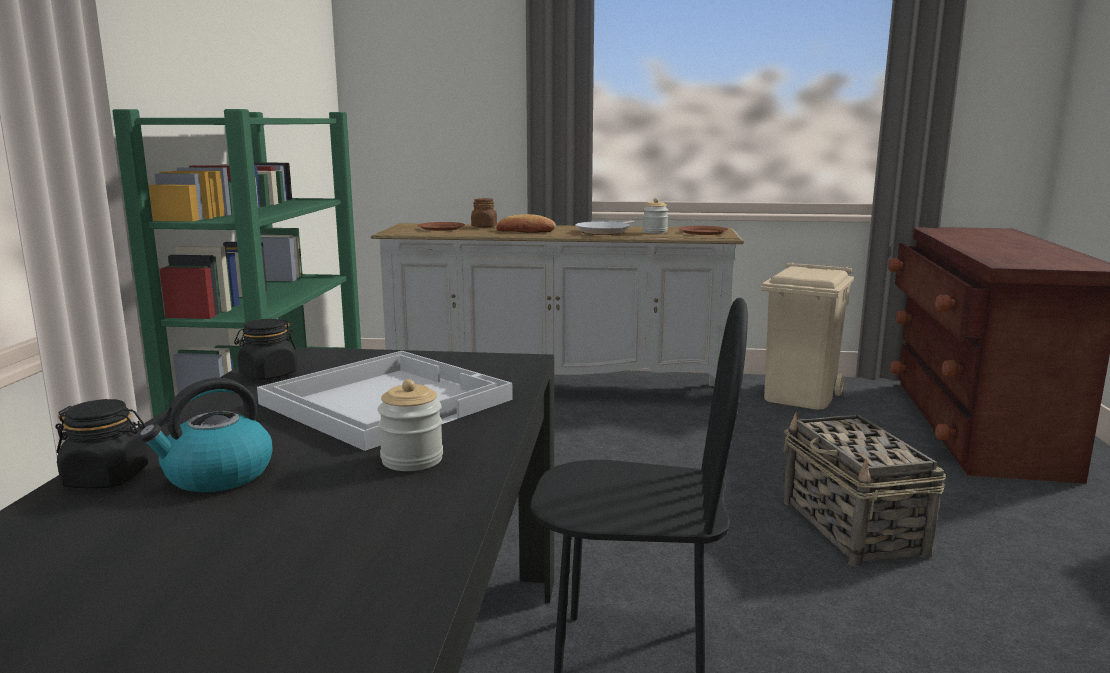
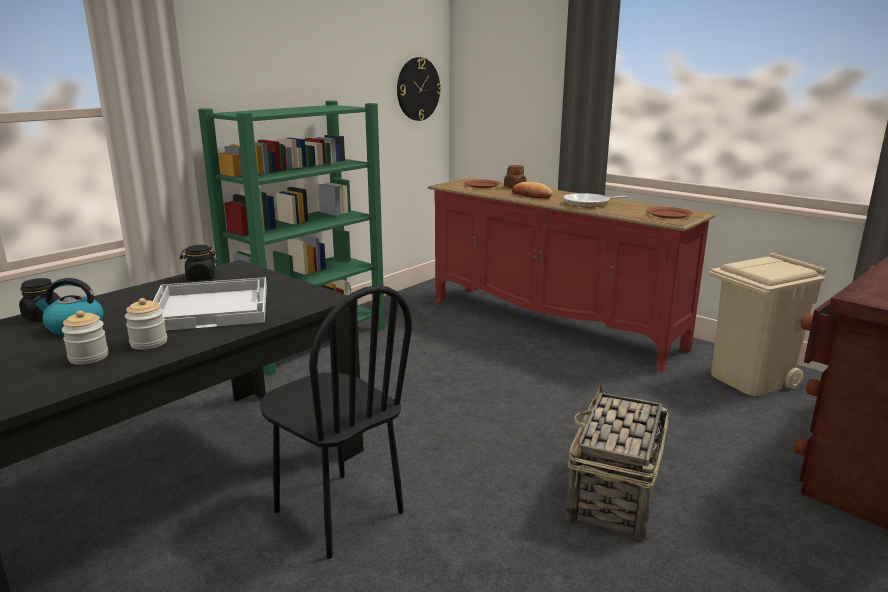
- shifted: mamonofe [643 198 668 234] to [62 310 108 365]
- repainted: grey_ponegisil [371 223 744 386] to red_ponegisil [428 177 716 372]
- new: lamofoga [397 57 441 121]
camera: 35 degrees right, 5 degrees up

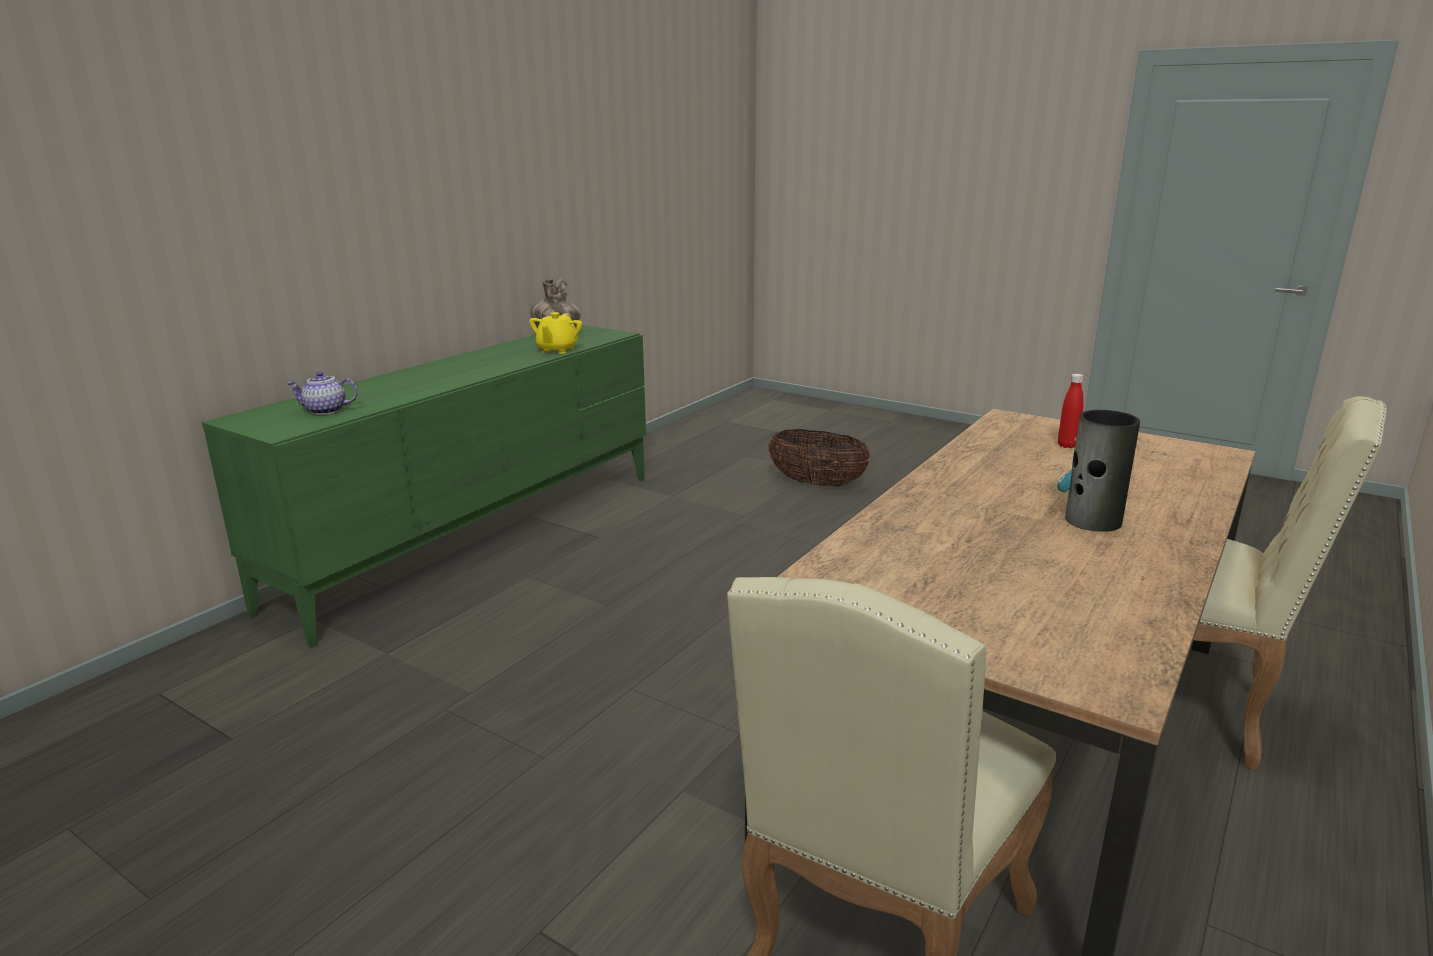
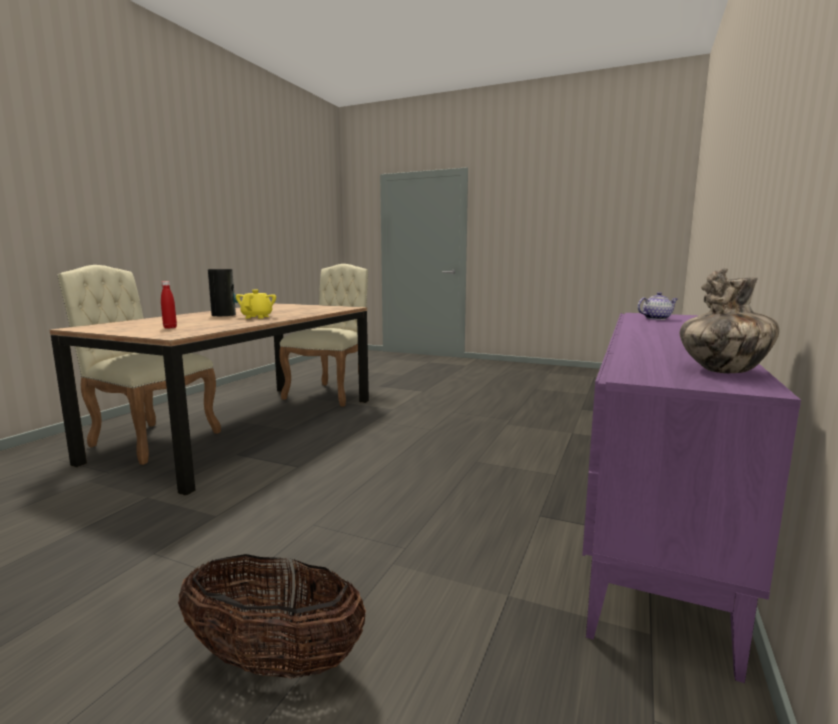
- shifted: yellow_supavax [529 312 582 354] to [236 290 276 319]
- repainted: green_ponegisil [202 325 646 648] to purple_ponegisil [582 313 801 683]
camera: 170 degrees right, 10 degrees down

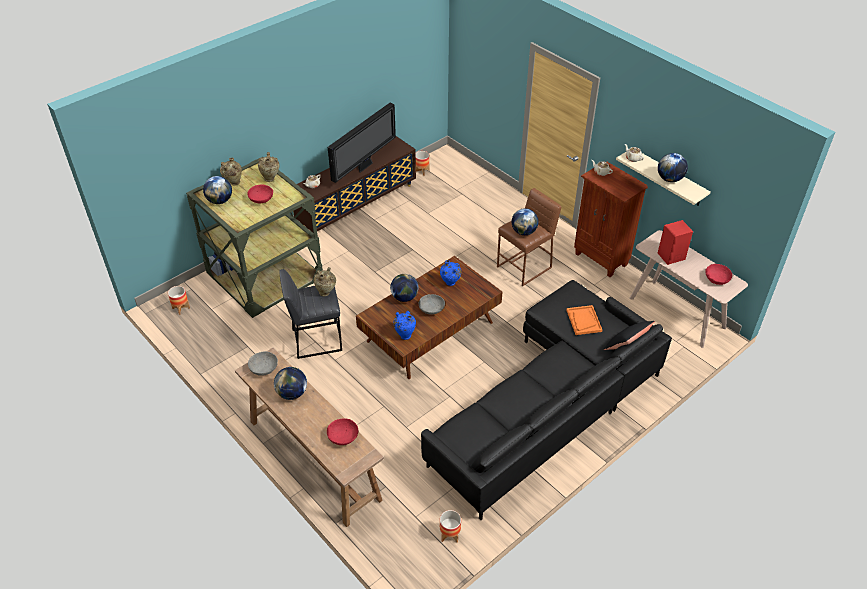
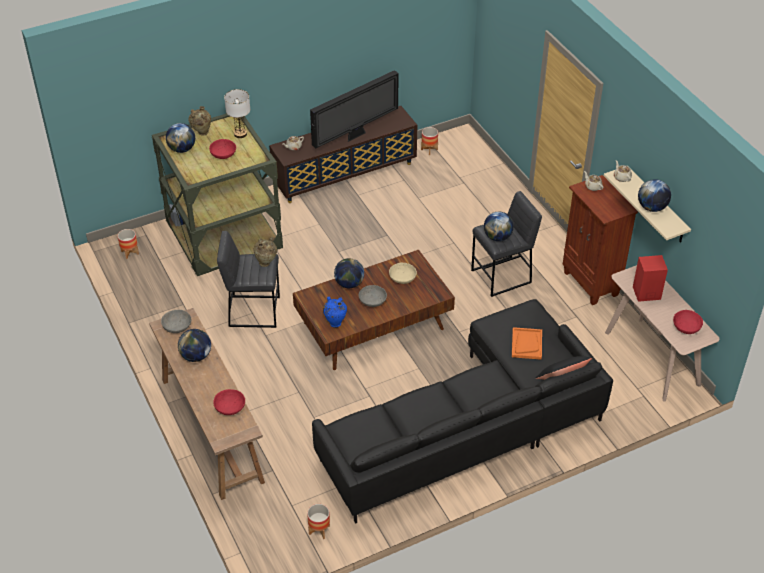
- swapped: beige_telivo [258 152 279 182] to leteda [224 89 250 138]
- repainted: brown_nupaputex [497 188 561 286] to grey_nupaputex [471 191 542 297]
- swapped: blue_telivo [440 260 461 286] to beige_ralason [389 263 417 284]
camera: 15 degrees right, 0 degrees up

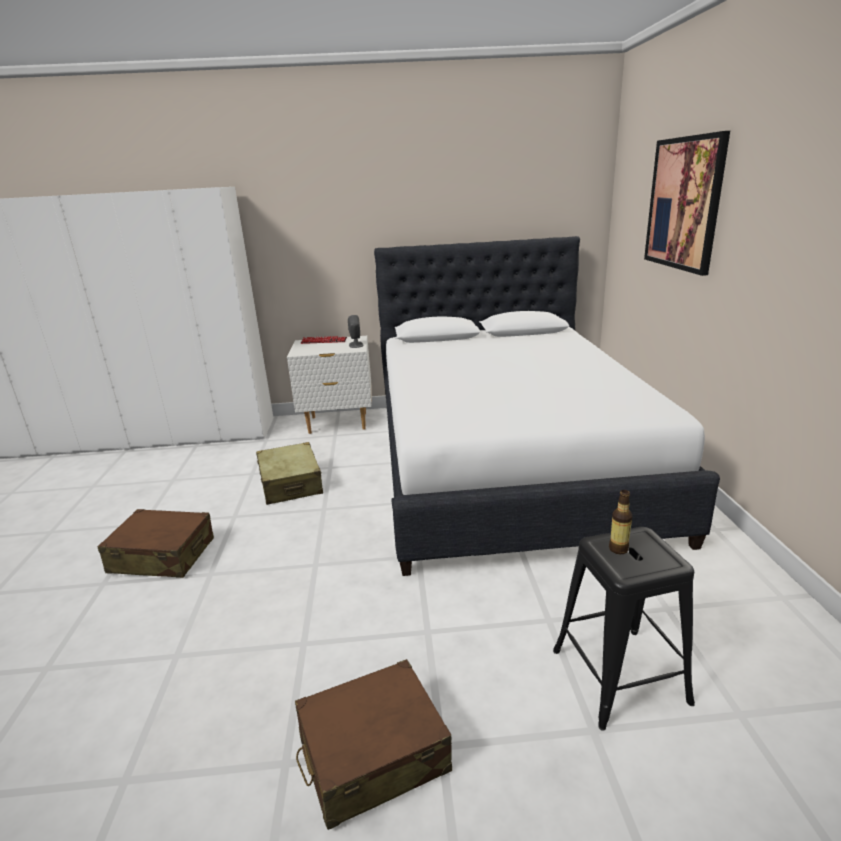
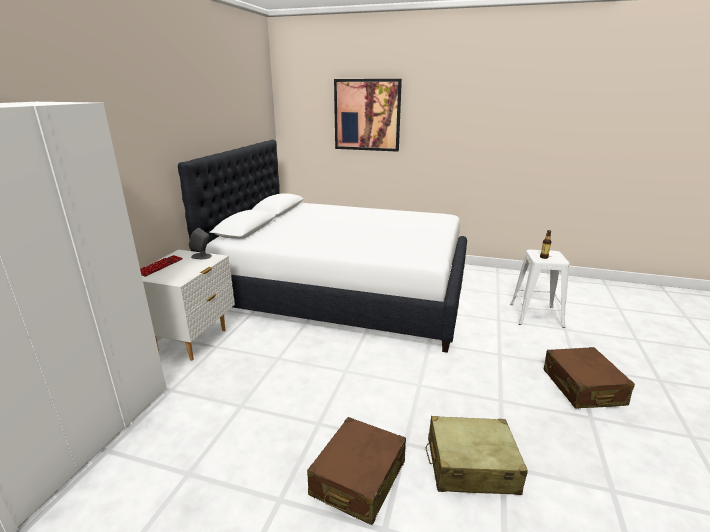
- shifted: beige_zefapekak [256 442 323 505] to [426 416 528 495]
- repainted: black_nupaputex [553 527 695 731] to white_nupaputex [510 250 570 328]
camera: 70 degrees left, 0 degrees up

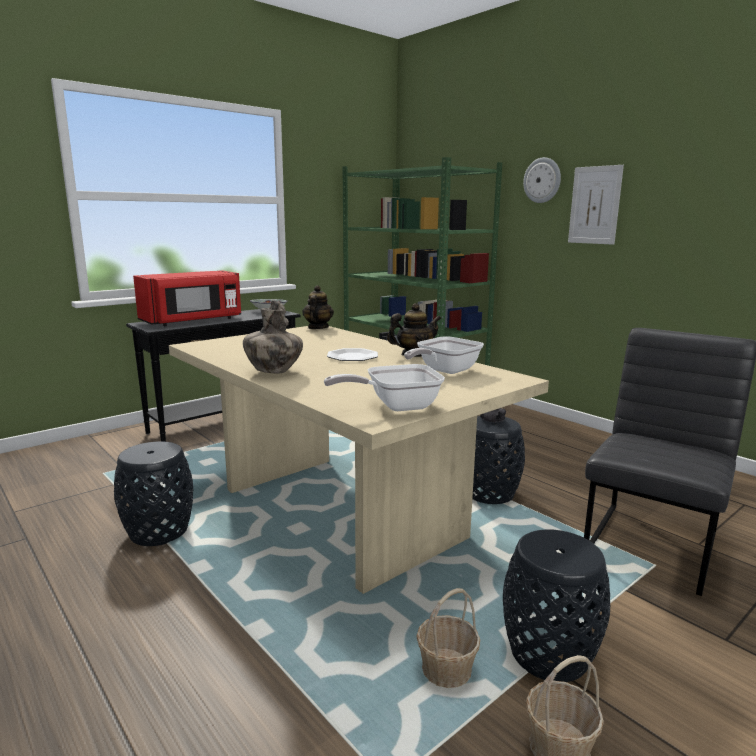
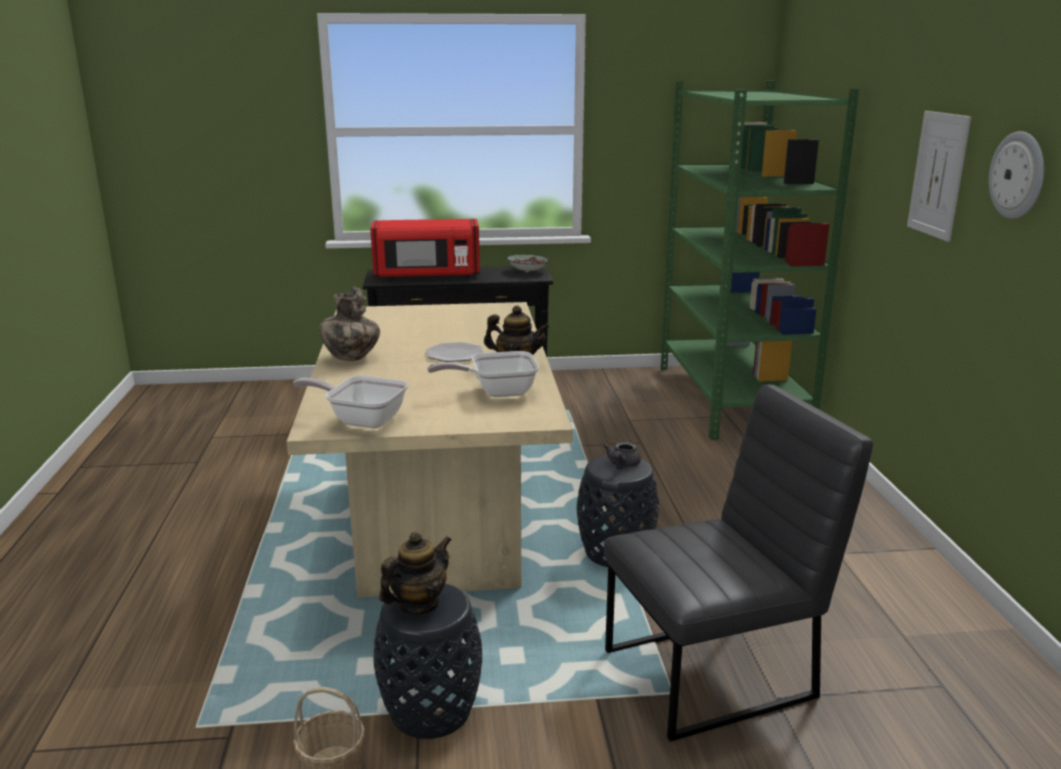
- shifted: lamofoga [523 157 561 203] to [989 131 1044 219]
- shifted: supavax [302 285 334 329] to [379 532 451 615]
- gone: black_nupaputex [114 441 193 546]
- gone: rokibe [416 588 480 688]
camera: 35 degrees right, 5 degrees up

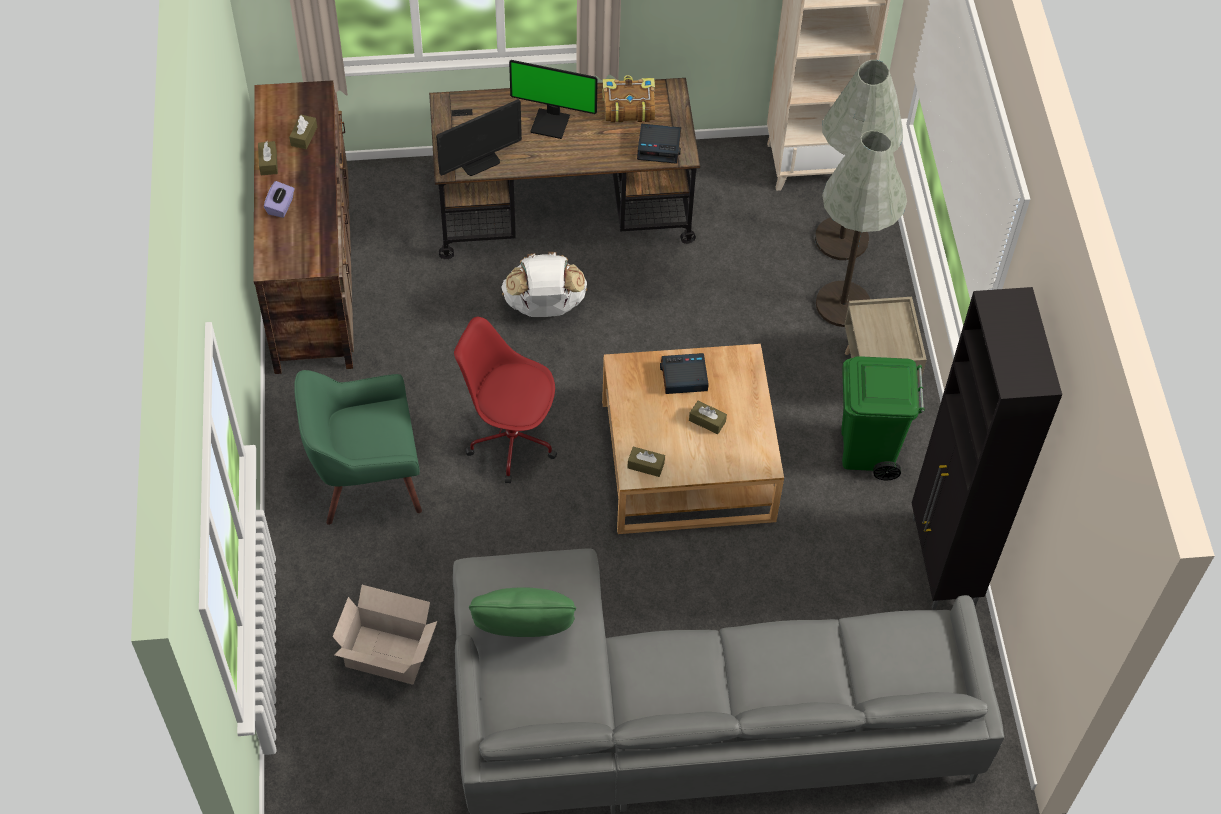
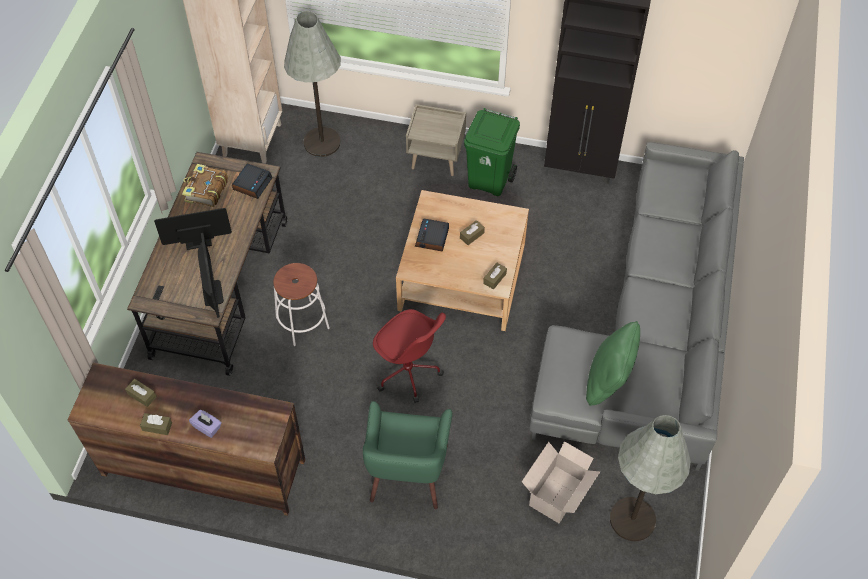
- rotated: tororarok [509 60 598 139] = [154 208 232 250] 135 degrees counterclockwise
- shifted: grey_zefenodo [816 131 907 327] to [610 415 691 541]
- swapped: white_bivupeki [501 252 587 317] to white_nupaputex [273 263 330 346]
- rotated: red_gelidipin [454 316 557 483] = [373 309 446 403] 90 degrees counterclockwise
camera: 70 degrees left, 0 degrees up

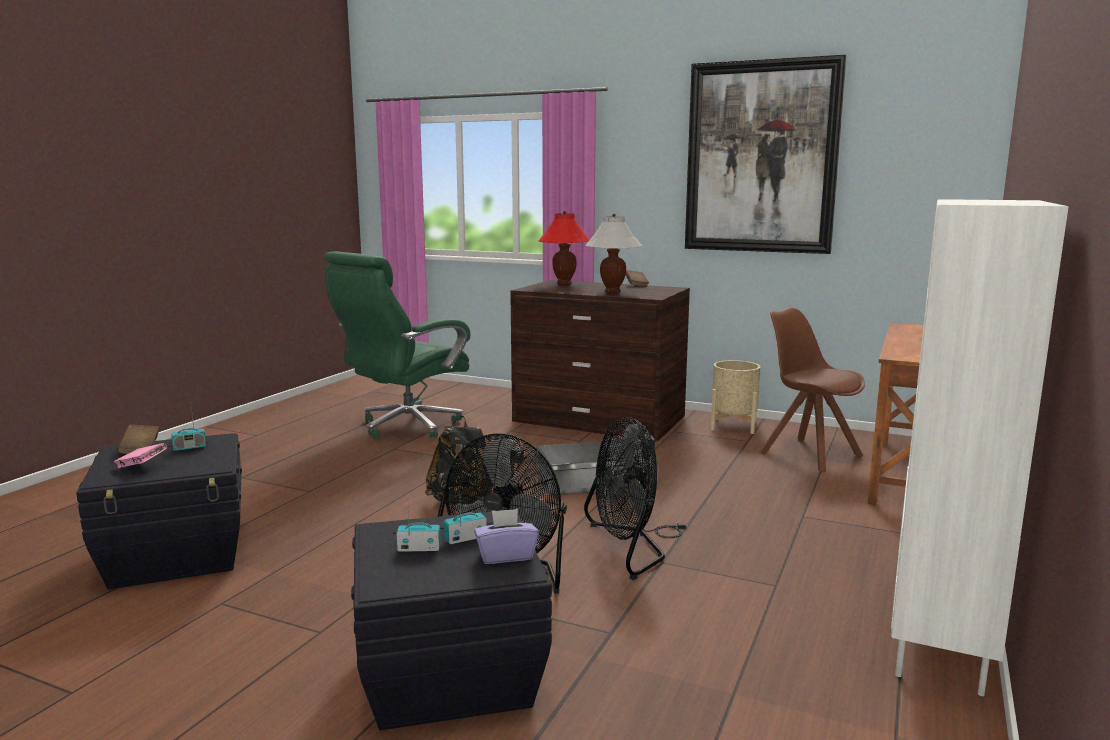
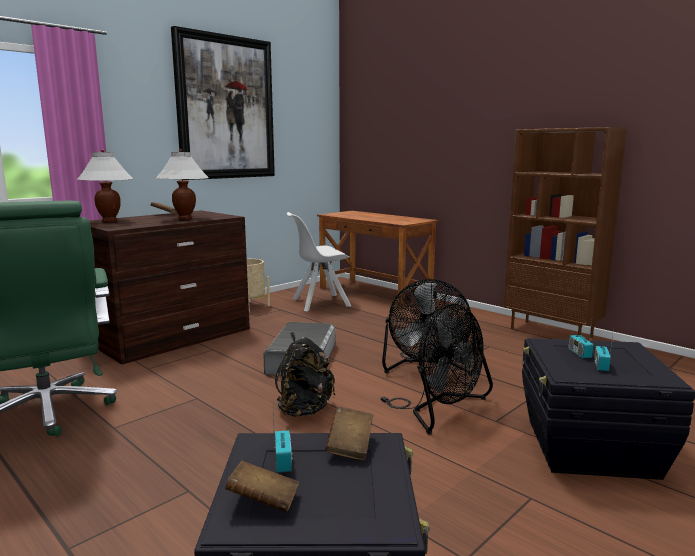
- repainted: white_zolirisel [891 199 1069 696] to brown_zolirisel [504 127 627 338]
- repainted: red_leteda [538 211 590 285] to white_leteda [77 149 133 223]
- repainted: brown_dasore [760 308 865 472] to white_dasore [287 212 351 312]
- gone: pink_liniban [114 443 167 468]
- gone: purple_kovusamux [474 509 539 564]
- new: brown_liniban [325 407 374 460]
camera: 70 degrees left, 0 degrees up

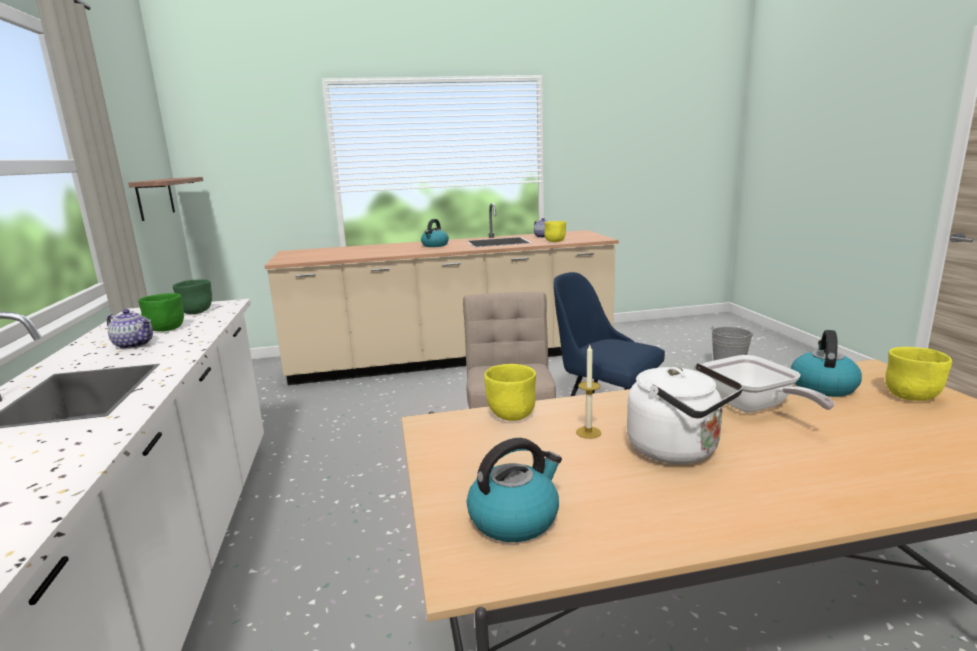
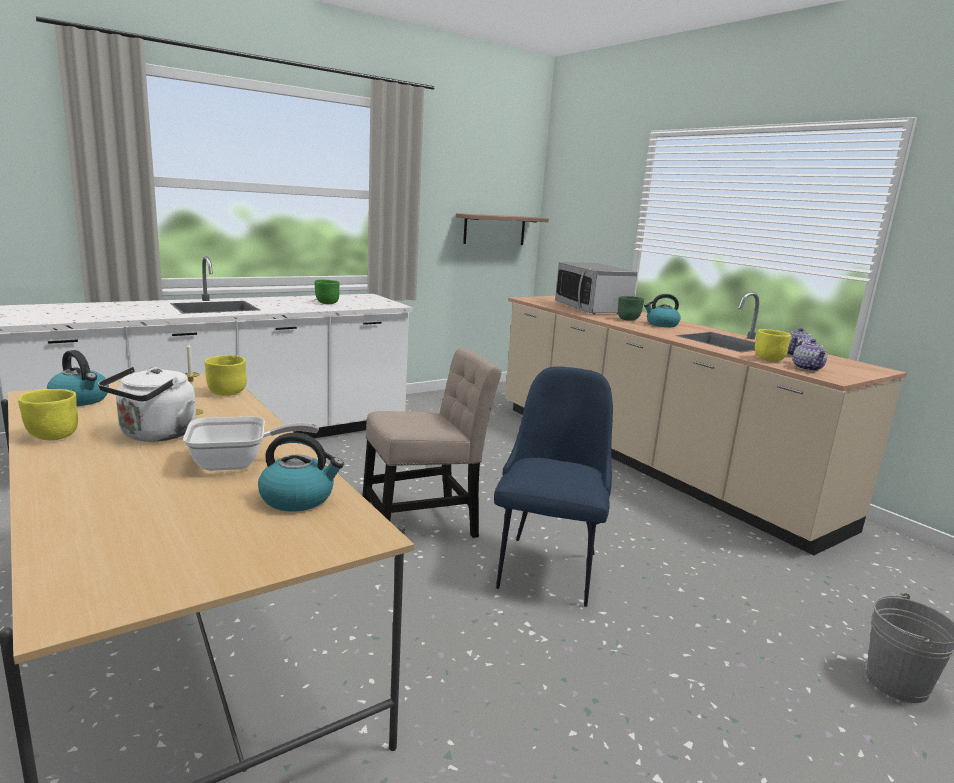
- shifted: green_ralason [173 279 212 314] to [618 296 644 321]
- shifted: supavax [107 309 153 349] to [793 339 827 371]
- shifted: yellow_ralason [885 347 952 401] to [18 389 78 440]
- rotated: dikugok [703 355 834 413] = [183 416 319 471] 150 degrees counterclockwise
- new: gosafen [555 262 637 314]
camera: 65 degrees right, 0 degrees up

